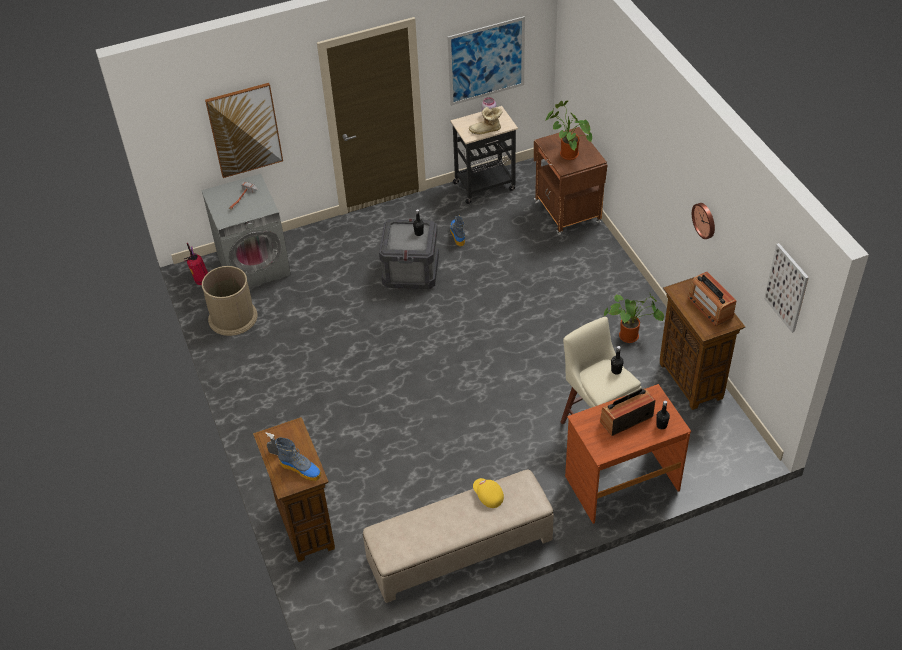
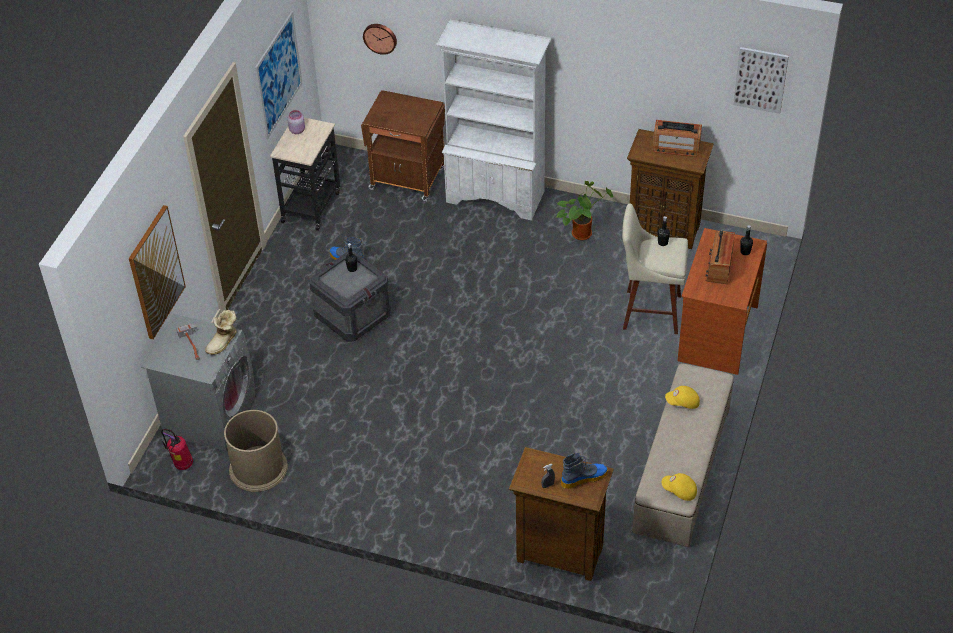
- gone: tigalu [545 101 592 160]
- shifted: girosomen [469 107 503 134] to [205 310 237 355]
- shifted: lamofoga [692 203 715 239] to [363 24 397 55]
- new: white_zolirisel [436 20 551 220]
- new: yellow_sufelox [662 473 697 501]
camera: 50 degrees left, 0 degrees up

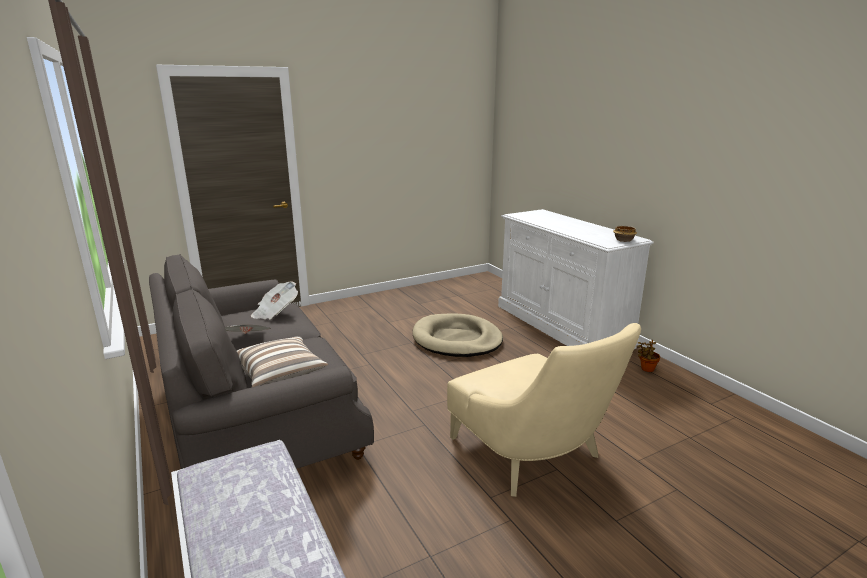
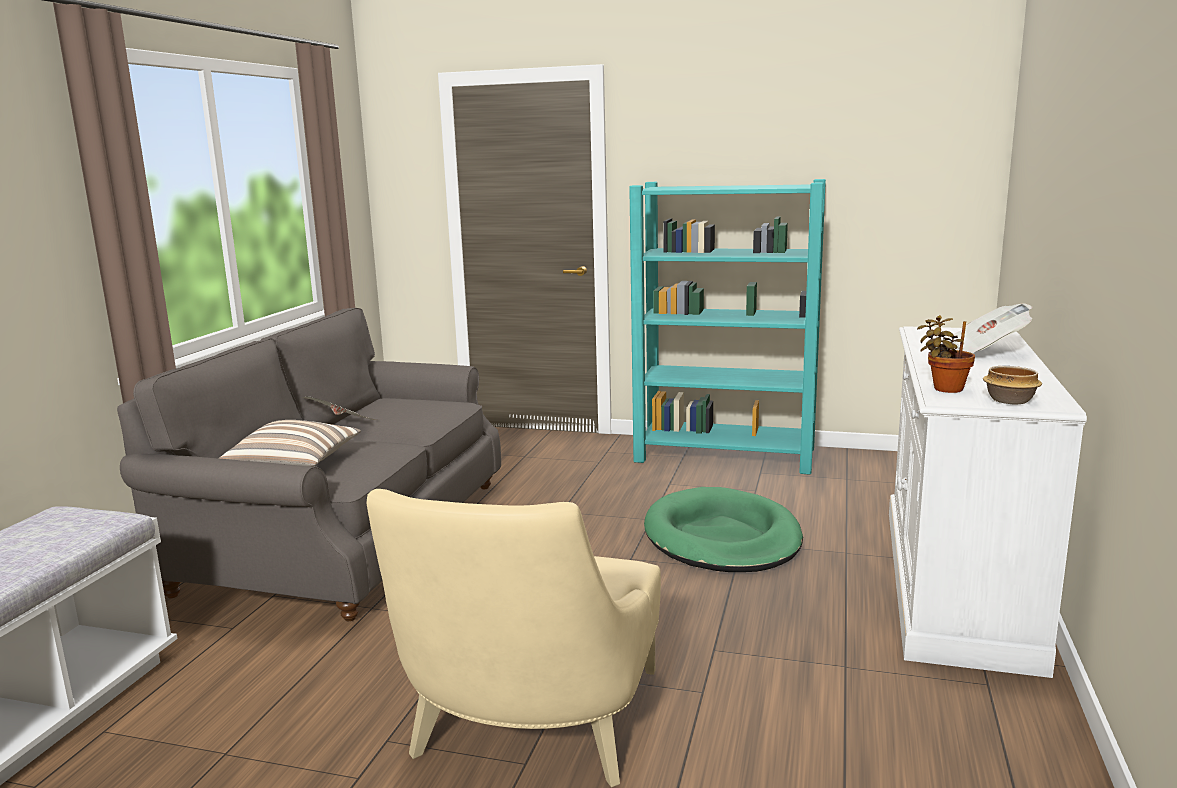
- shifted: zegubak [251 281 298 319] to [950 304 1033 354]
- repainted: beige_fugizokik [412 313 503 357] to green_fugizokik [644 487 803 572]
- shifted: tigalu [637 340 660 372] to [917 315 975 393]
- new: turquoise_zolirisel [629 179 826 475]
camera: 45 degrees right, 5 degrees down

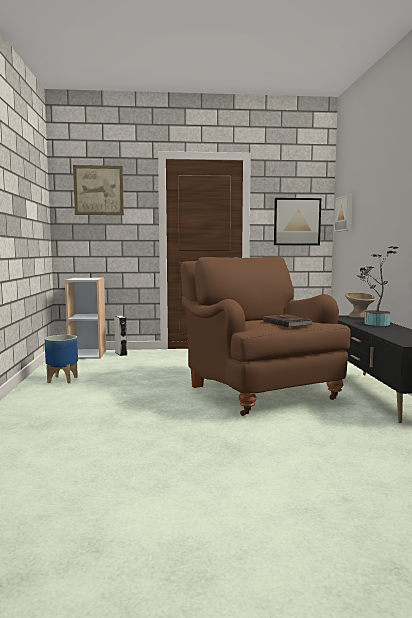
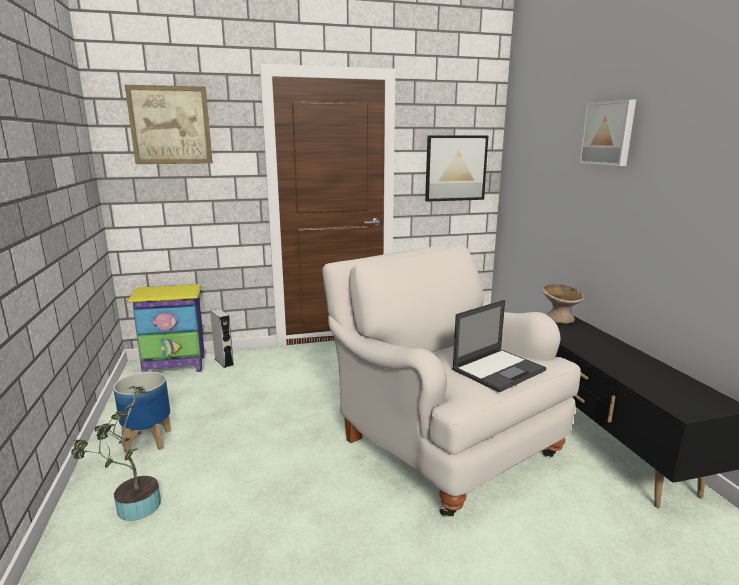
- shifted: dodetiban [334 194 353 232] to [579 99 636 166]
- shifted: tigalu [357 246 398 326] to [71 386 161 521]
- repainted: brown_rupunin [180 257 351 416] to white_rupunin [322 245 581 516]
- swapped: zolirisel [65 278 106 359] to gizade [127 284 205 372]
- swapped: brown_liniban [263 314 313 327] to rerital [452 300 547 393]
camera: 10 degrees left, 10 degrees up

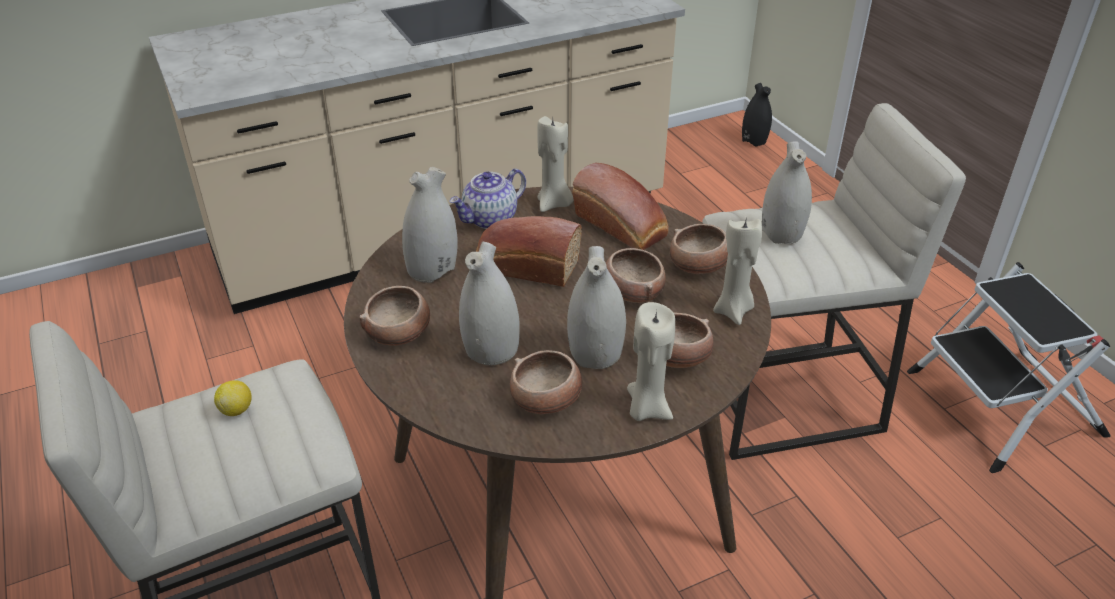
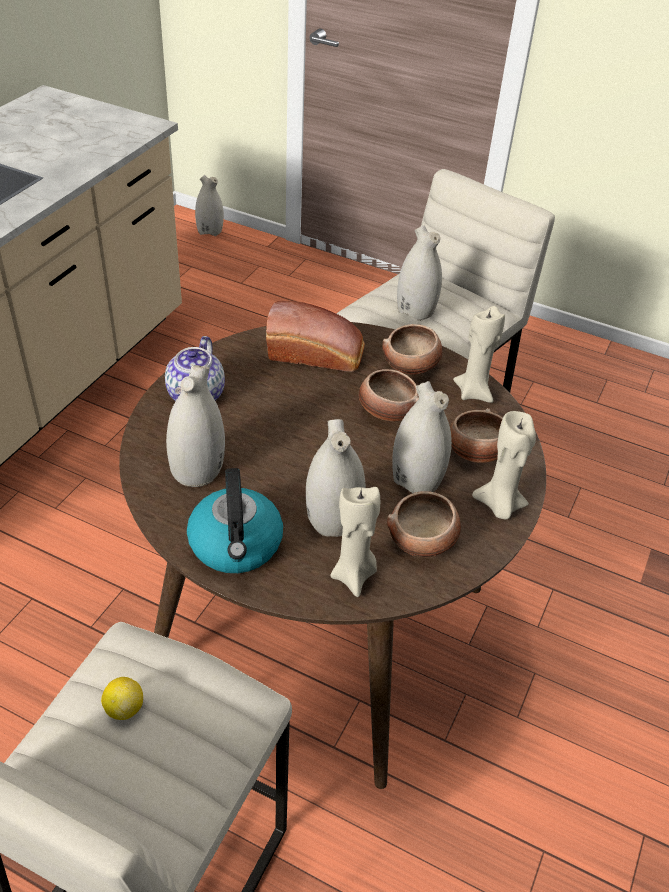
- repainted: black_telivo [742 83 772 147] to white_telivo [195 175 224 236]
- shifted: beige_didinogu [537 116 574 212] to [331 487 380 597]
- gone: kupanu [476 216 582 287]
- gone: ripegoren [907 262 1111 473]
- swapped: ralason [359 286 430 346] to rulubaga [187 468 283 573]
camera: 40 degrees left, 5 degrees up

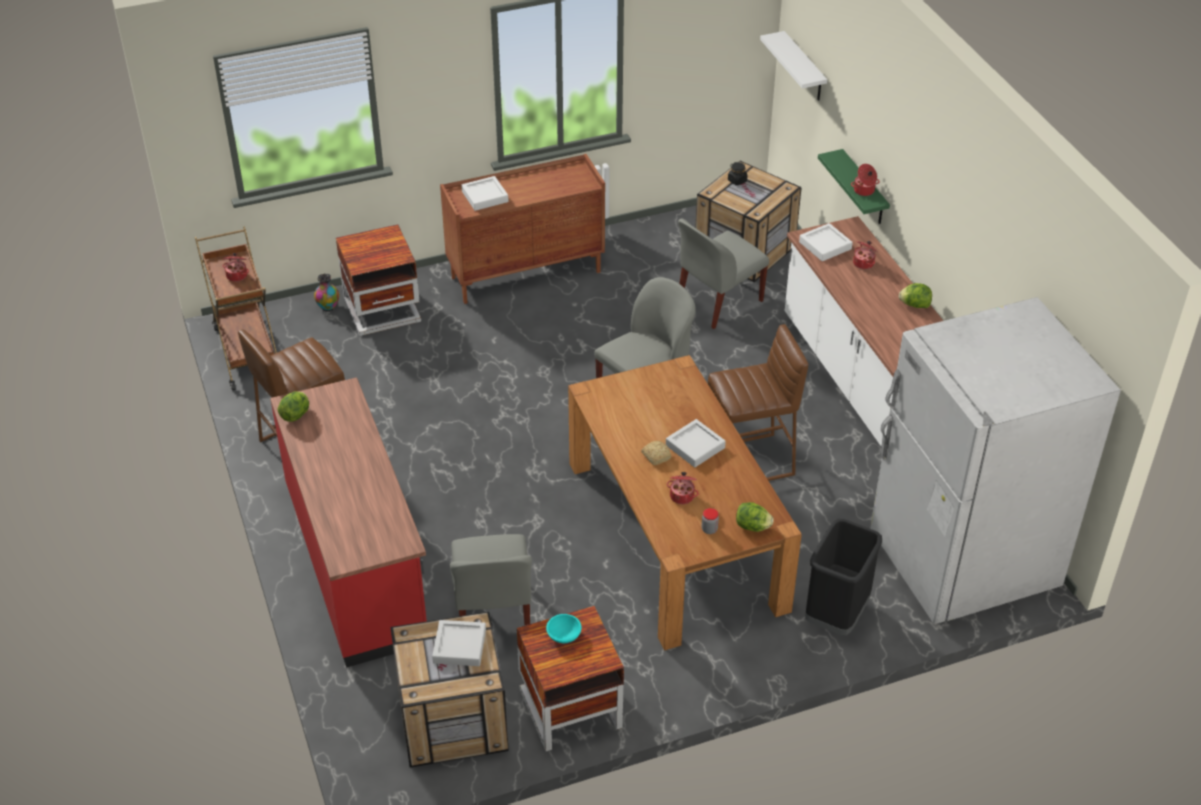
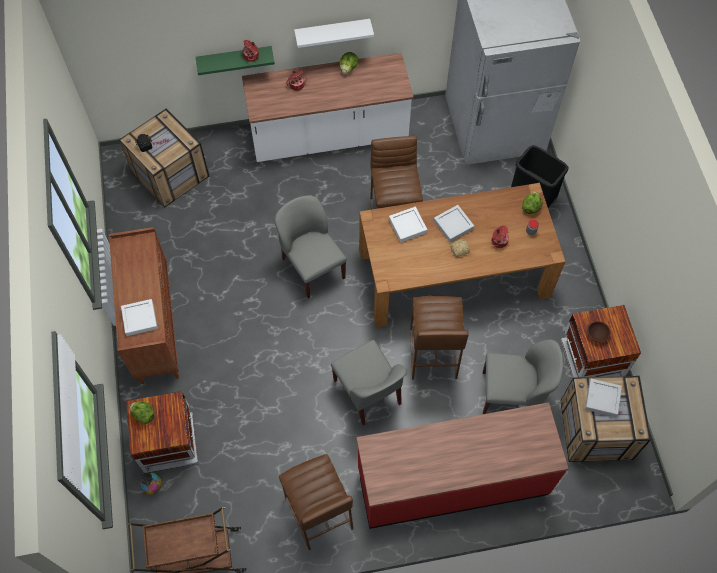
- shifted: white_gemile [760 31 827 101] to [294 19 374 48]
- shifted: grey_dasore [678 218 769 329] to [331 340 407 426]
- shifted: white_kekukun [799 223 853 261] to [389 207 427 243]
- gone: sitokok [223 253 249 282]
- shifted: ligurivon [278 391 309 422] to [129 401 154 424]
- repainted: turquoise_ralason [546 614 581 643] to brown_ralason [587 321 610 343]
- new: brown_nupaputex [410 295 469 380]
camera: 80 degrees left, 20 degrees up

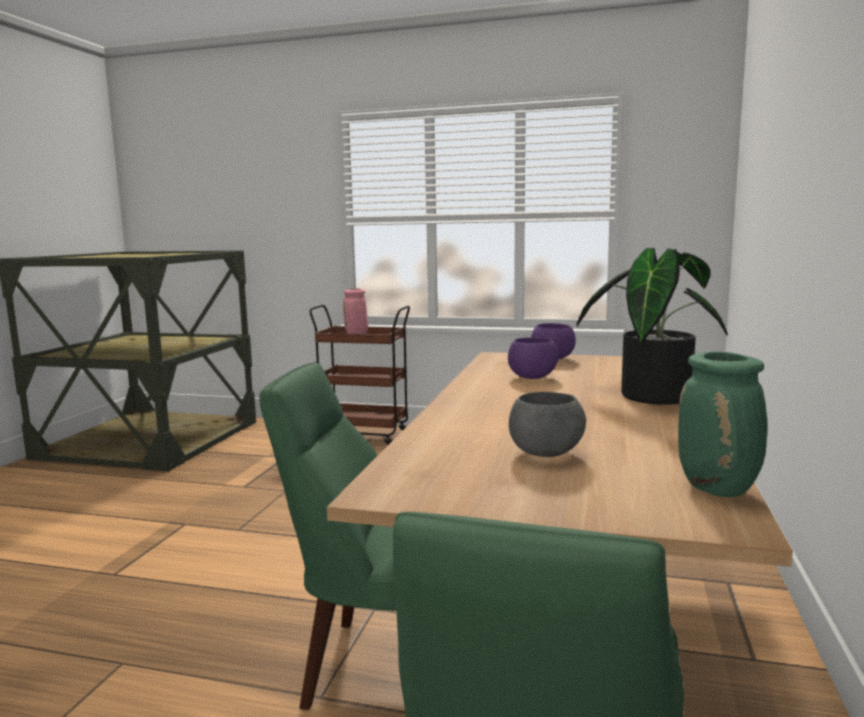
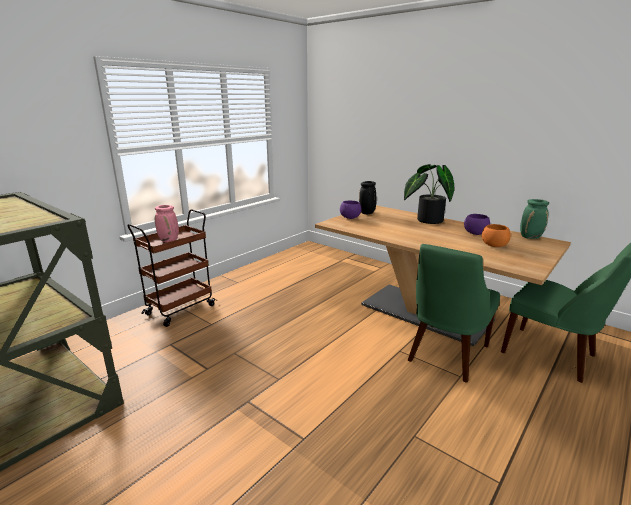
- shifted: purple_ralason [508 337 559 379] to [464 214 490 235]
- repainted: grey_ralason [509 392 586 457] to orange_ralason [482 224 511 247]
- new: black_telivo [359 181 376 214]
camera: 65 degrees left, 10 degrees up

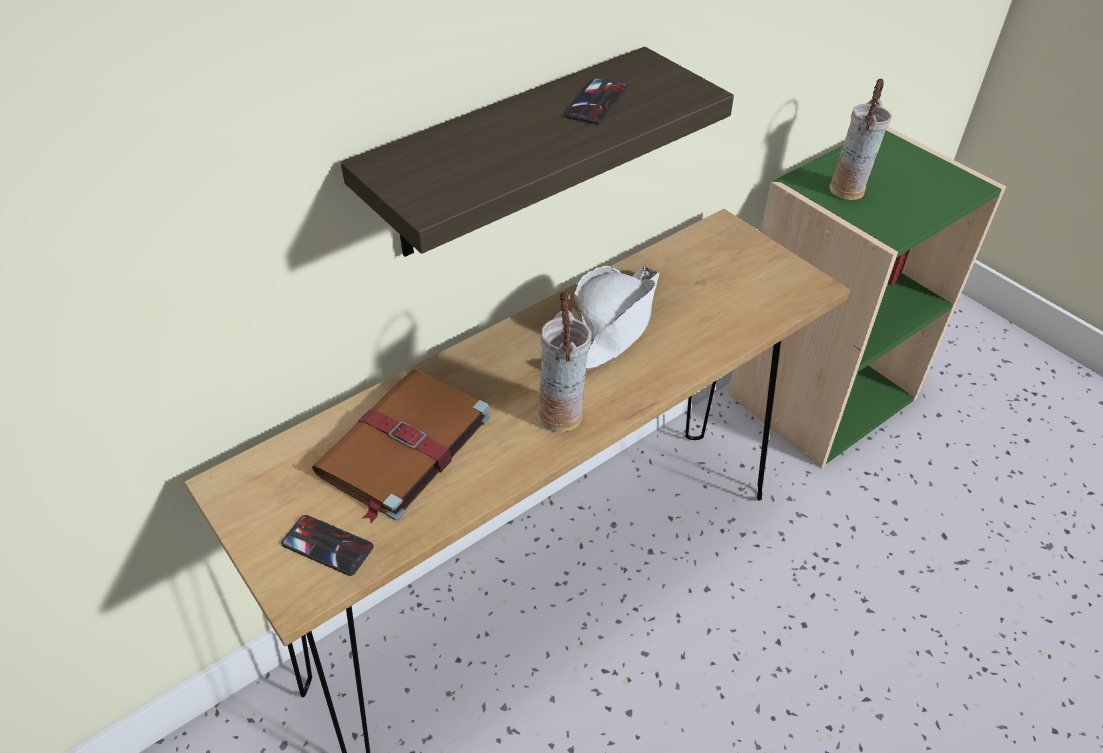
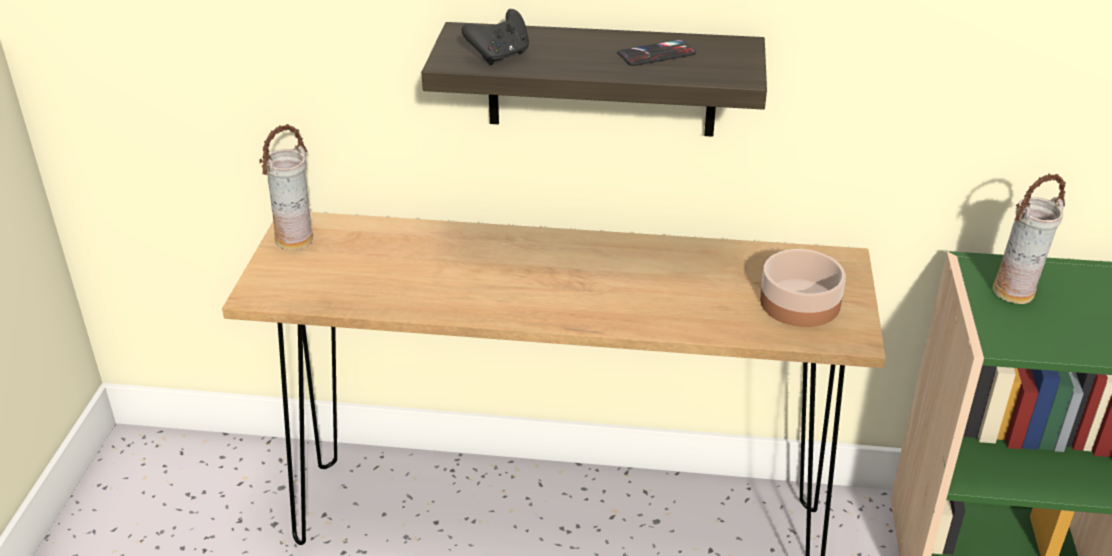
- gone: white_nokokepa [572 266 659 370]
- shifted: telivo [537 292 591 433] to [259 124 313 250]
- gone: brown_liniban [312 370 490 523]
- gone: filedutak [281 515 374 576]
- new: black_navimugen [462 9 529 65]
- new: ralason [760 249 846 327]
camera: 45 degrees right, 10 degrees down

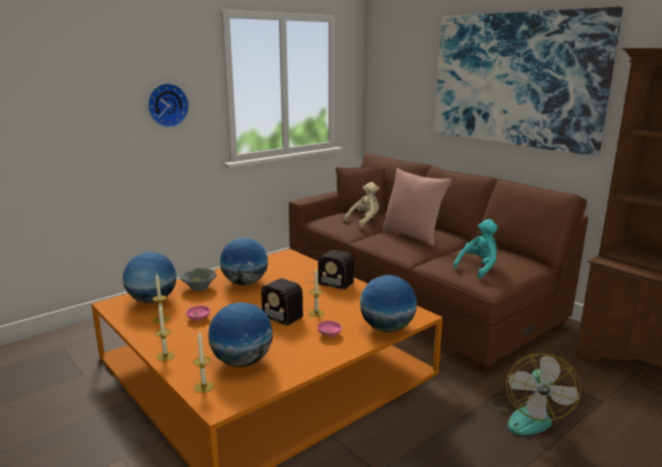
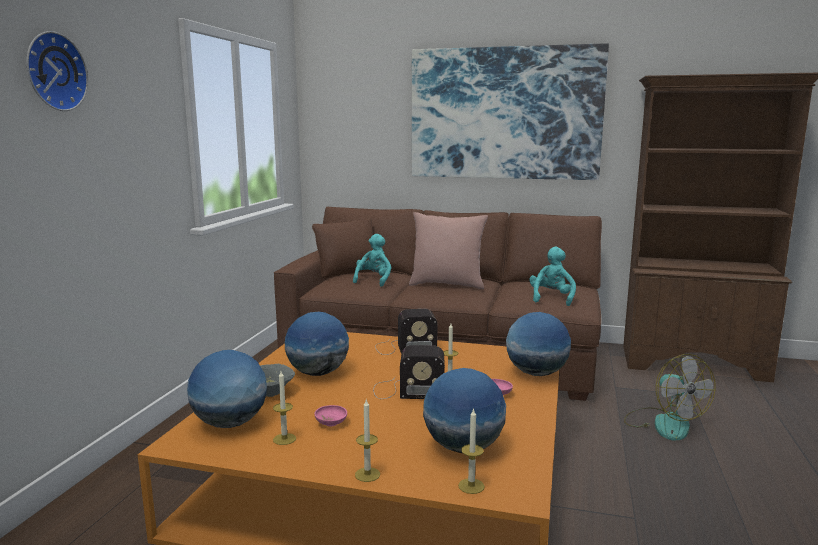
- shifted: lamofoga [148 83 189 128] to [26 31 88 111]
- repainted: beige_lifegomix [344 182 379 227] to turquoise_lifegomix [353 234 392 287]
camera: 35 degrees left, 5 degrees down

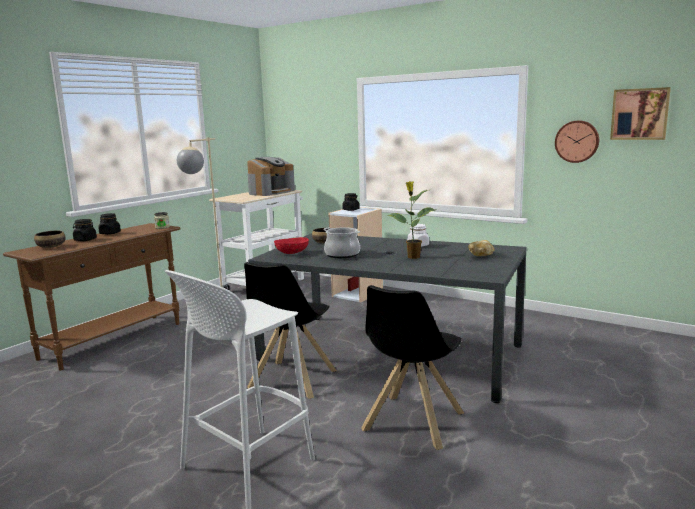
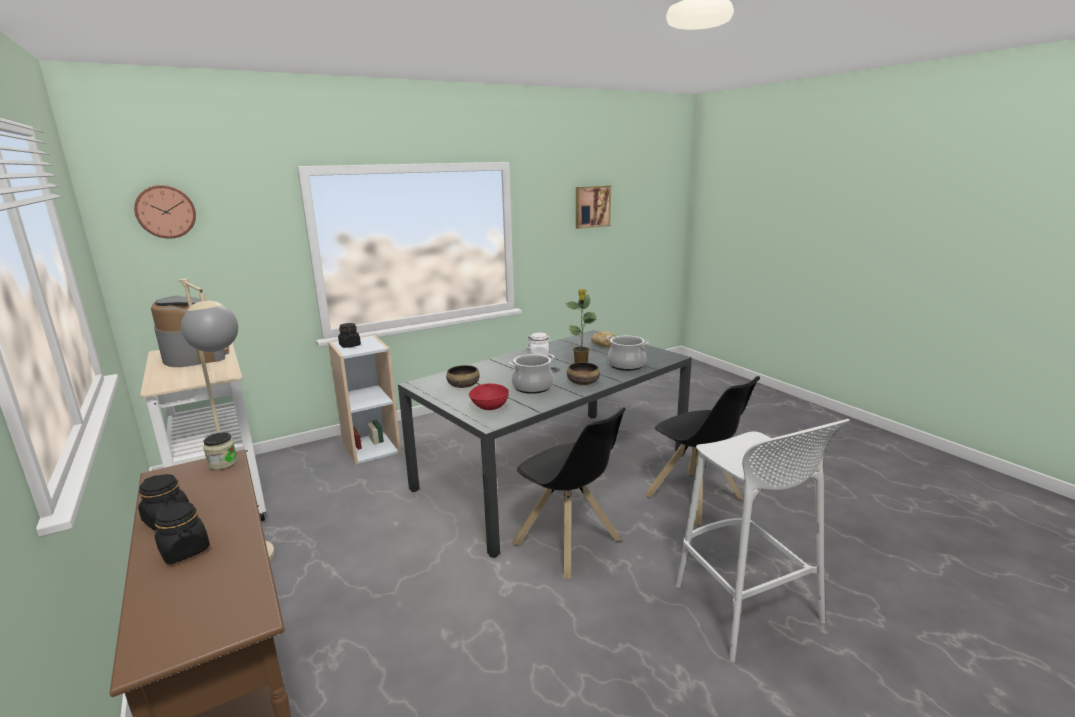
- shifted: lamofoga [555 120 599 163] to [134 185 196 239]
- shifted: ralason [34 231 66 248] to [567 362 600 385]
- new: sitokok [607 336 649 371]
camera: 65 degrees left, 5 degrees up

